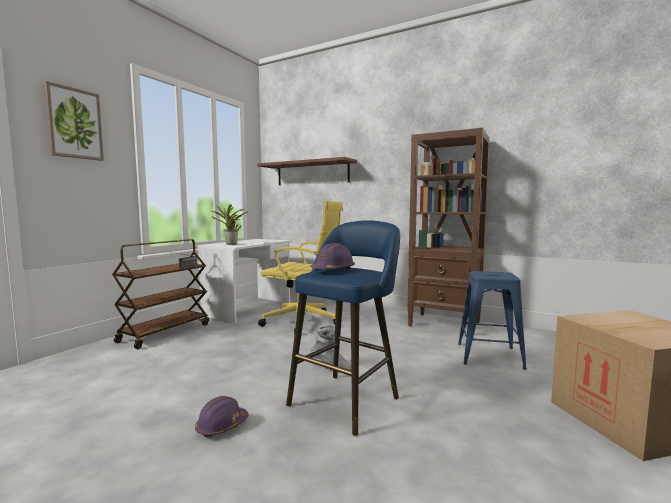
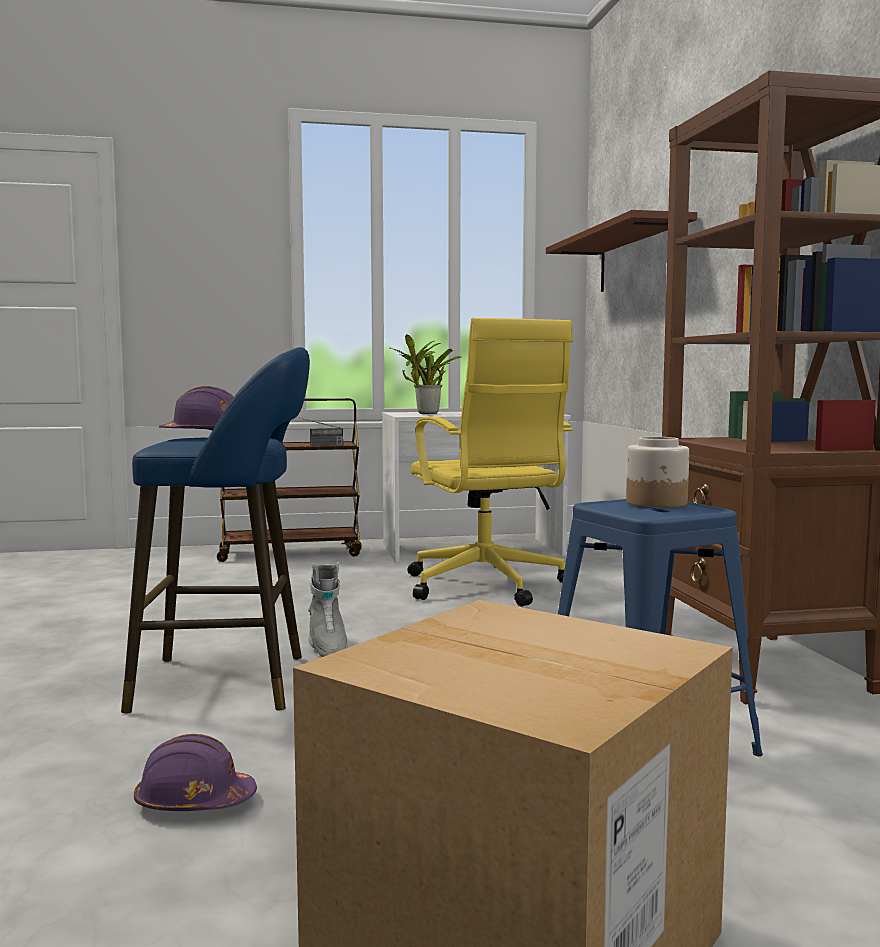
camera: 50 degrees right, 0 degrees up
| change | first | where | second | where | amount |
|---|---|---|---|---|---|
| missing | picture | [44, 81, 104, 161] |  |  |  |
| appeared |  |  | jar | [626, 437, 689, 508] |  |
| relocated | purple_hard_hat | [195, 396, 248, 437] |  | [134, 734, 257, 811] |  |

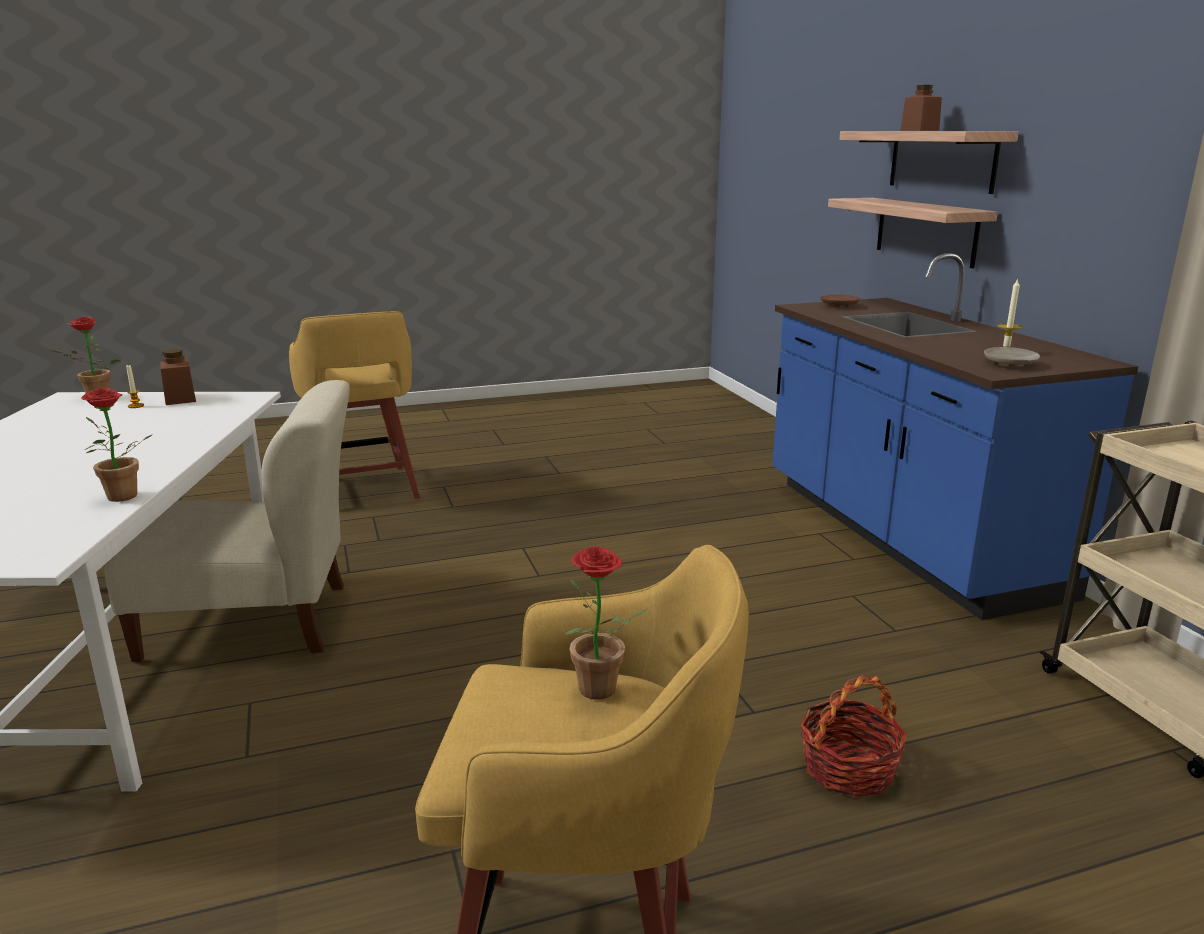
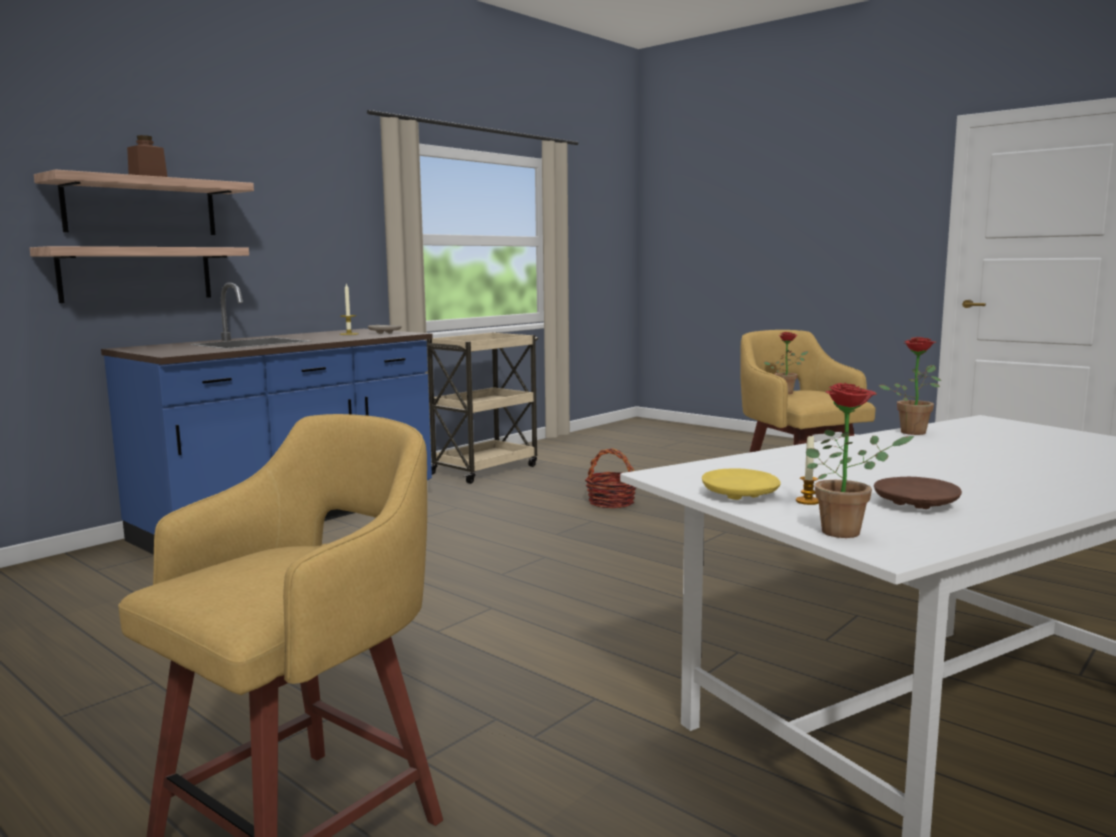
camera: 120 degrees left, 10 degrees down
| change | first | where | second | where | amount |
|---|---|---|---|---|---|
| missing | beige_chair | [104, 380, 350, 662] |  |  |  |
| relocated | brown_plate | [820, 294, 860, 308] |  | [874, 477, 962, 509] |  |
| exchanged | brown_jar | [160, 349, 196, 405] | yellow_plate | [702, 468, 781, 500] |  |

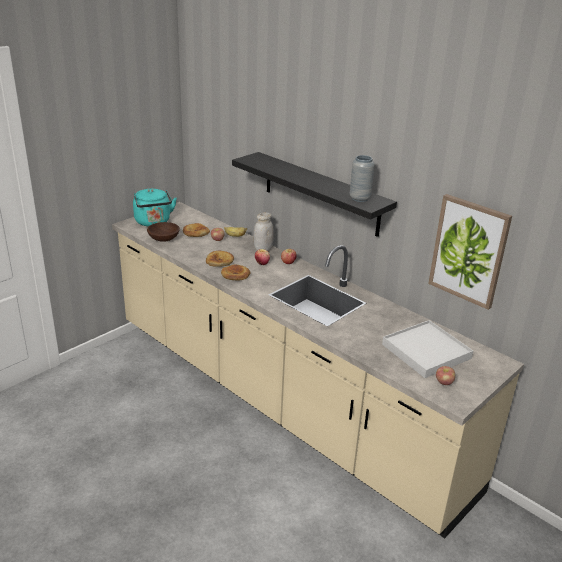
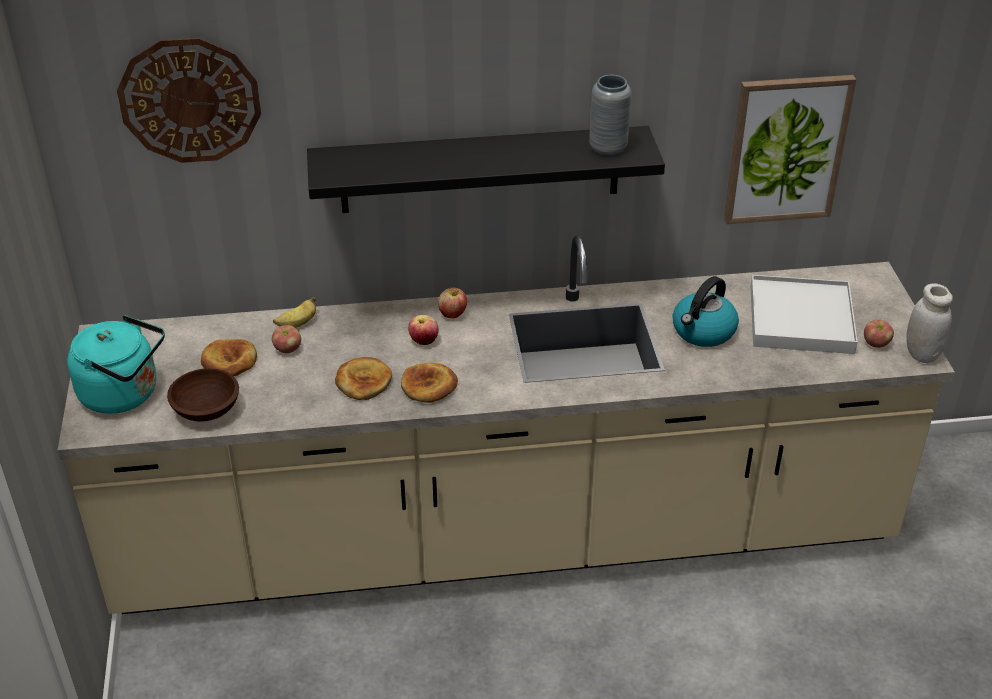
camera: 50 degrees left, 10 degrees up
| change | first | where | second | where | amount |
|---|---|---|---|---|---|
| appeared |  |  | wall_clock | [117, 38, 261, 163] |  |
| appeared |  |  | kettle | [673, 276, 739, 347] |  |
| relocated | white_jar | [254, 212, 274, 251] |  | [906, 284, 953, 363] |  |

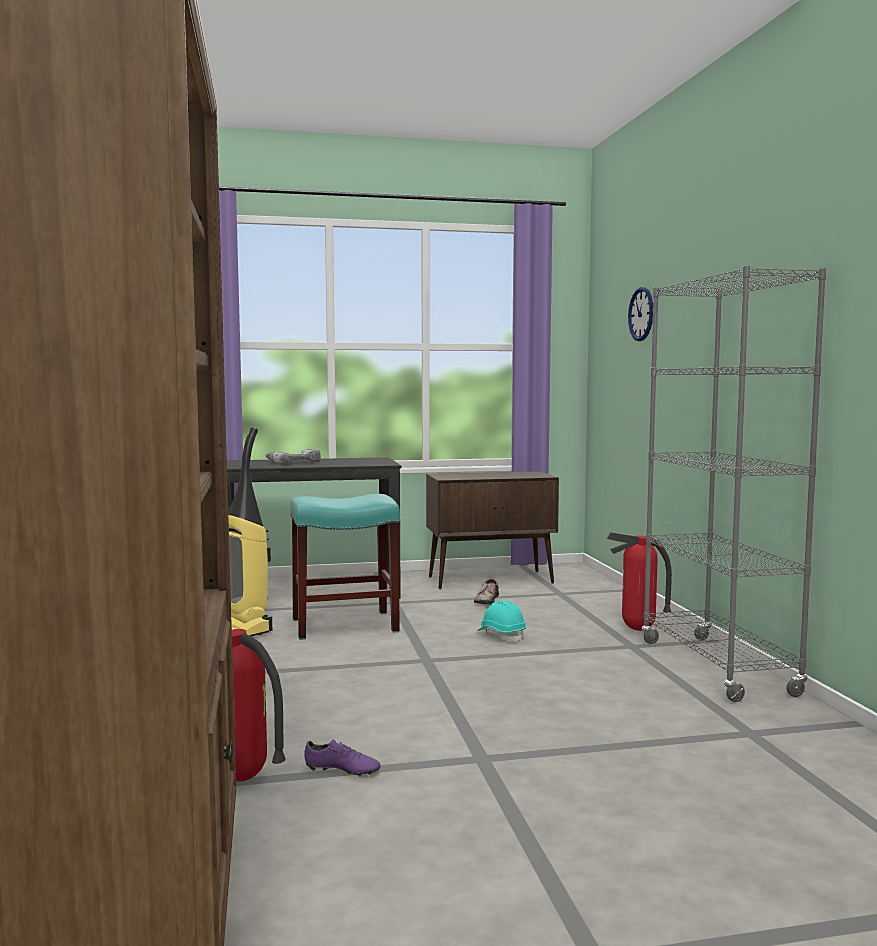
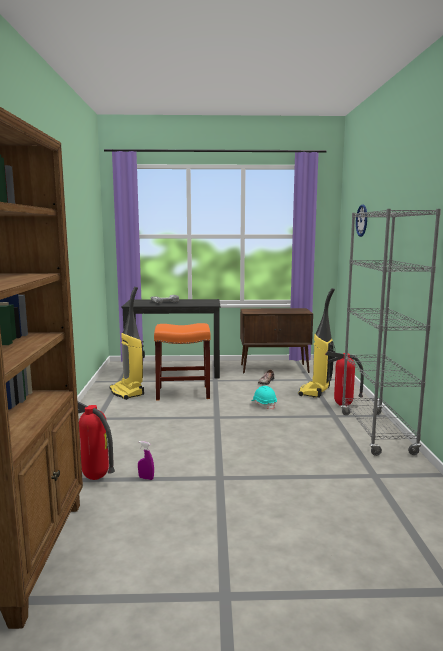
camera: 10 degrees right, 5 degrees up
| change | first | where | second | where | amount |
|---|---|---|---|---|---|
| appeared |  |  | vacuum_cleaner | [298, 288, 336, 398] |  |
| exchanged | purple_shoe | [304, 739, 381, 777] | purple_spray_bottle | [138, 441, 154, 480] |  |
| colour | turquoise_stool | [290, 494, 400, 640] | orange_stool | [154, 323, 211, 400] |  |

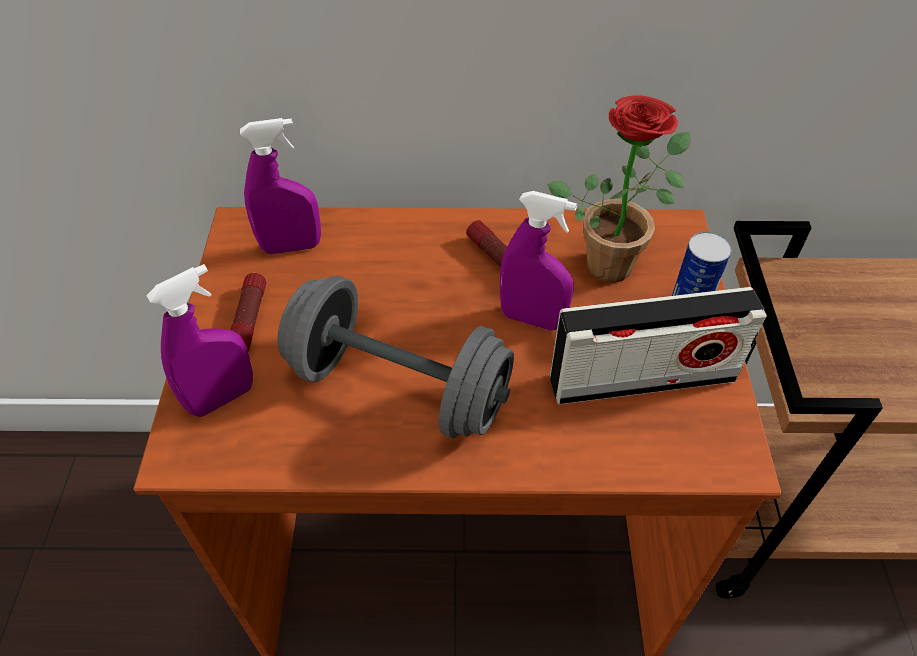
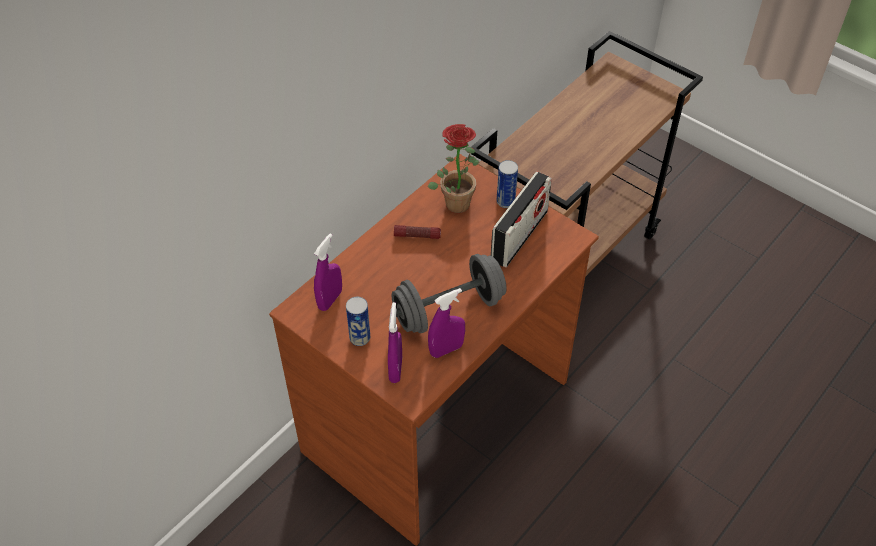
camera: 50 degrees left, 0 degrees up
| change | first | where | second | where | amount |
|---|---|---|---|---|---|
| relocated | purple_spray_bottle | [500, 191, 577, 331] |  | [428, 288, 465, 358] |  |
| exchanged | flashlight | [230, 273, 266, 351] | can | [346, 297, 370, 346] |  |

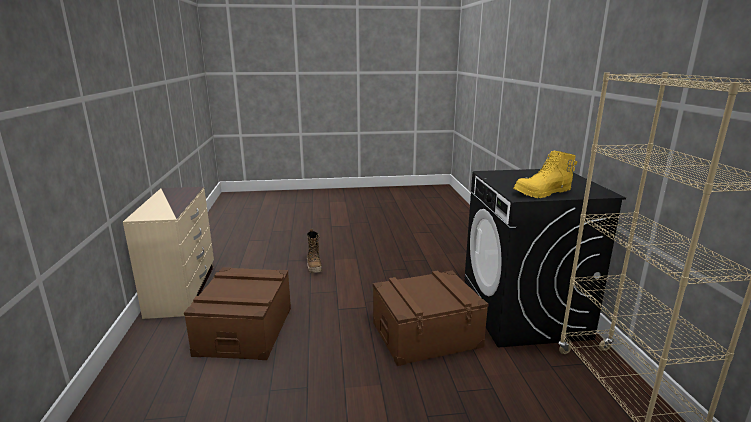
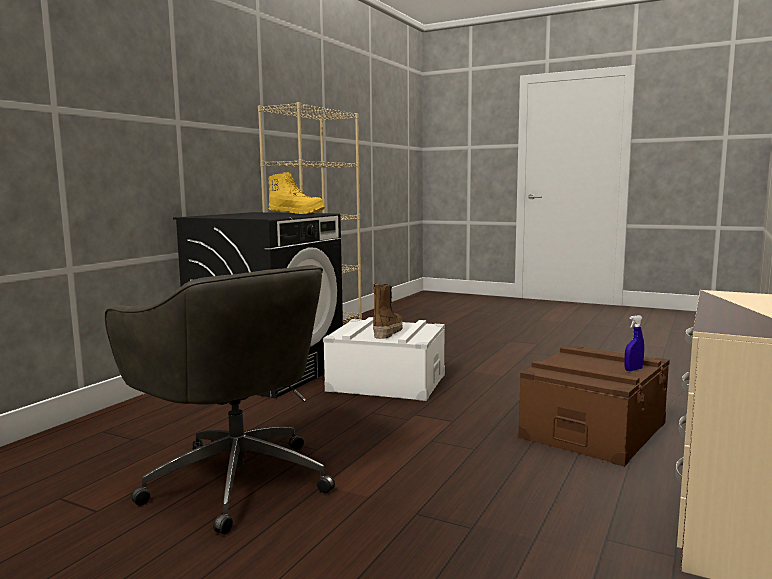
camera: 145 degrees left, 10 degrees down
| change | first | where | second | where | amount |
|---|---|---|---|---|---|
| appeared |  |  | grey_office_chair | [105, 265, 335, 535] |  |
| appeared |  |  | blue_spray_bottle | [624, 315, 644, 371] |  |
| relocated | boot | [307, 229, 322, 273] |  | [373, 284, 403, 339] |  |
| colour | brown_storage_box | [373, 271, 488, 366] | white_storage_box | [323, 317, 445, 401] |  |

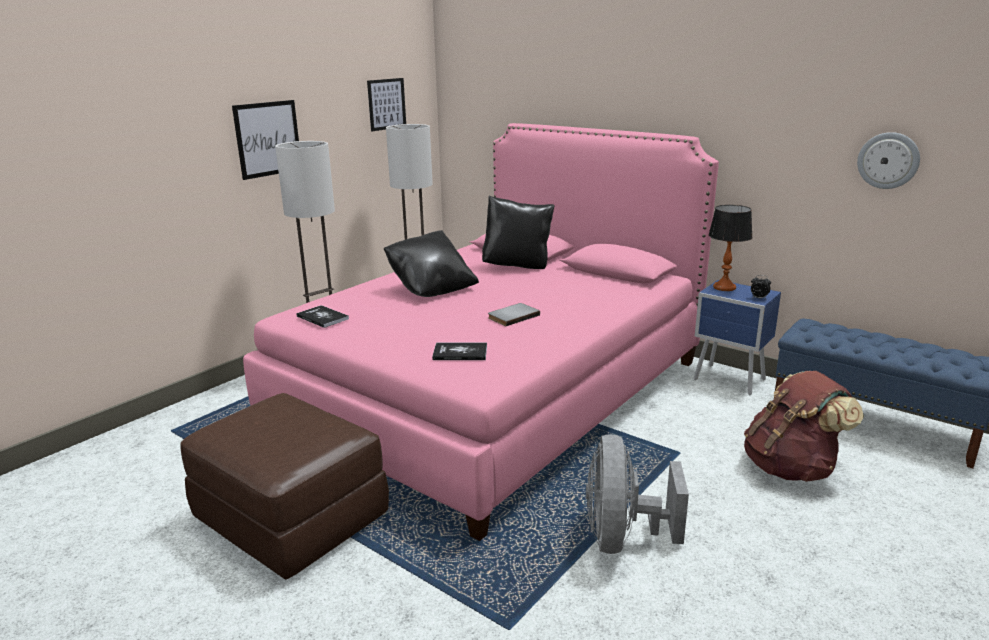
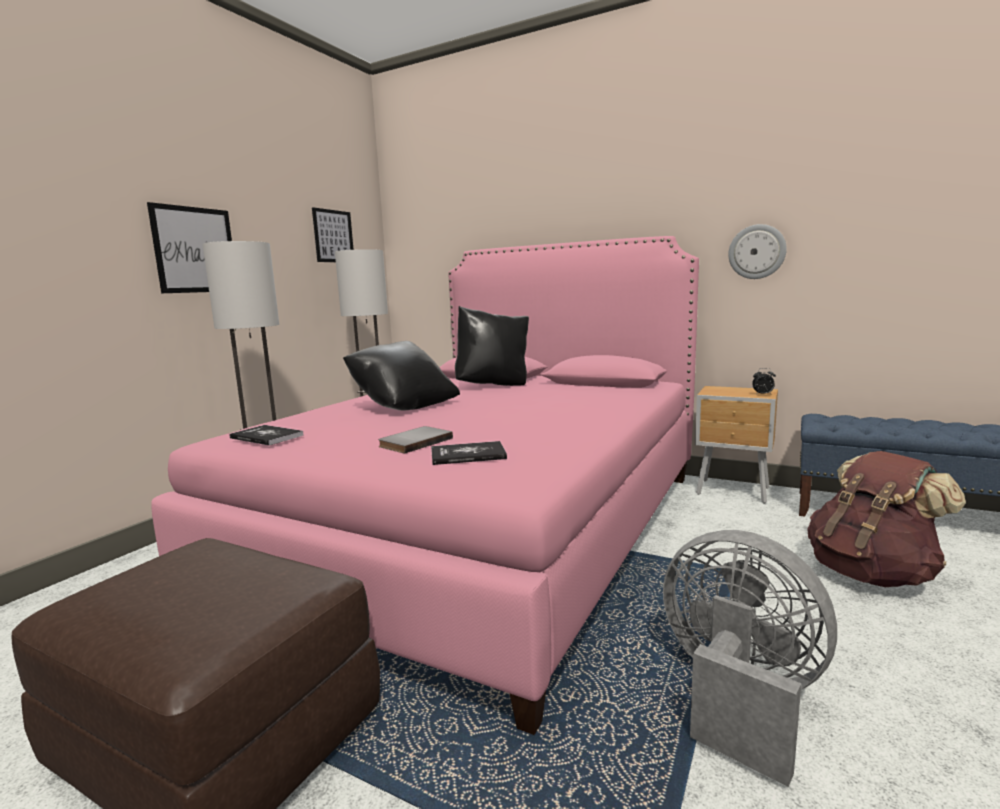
camera: 10 degrees left, 10 degrees down
| change | first | where | second | where | amount |
|---|---|---|---|---|---|
| missing | table_lamp | [708, 205, 753, 291] |  |  |  |
| relocated | grey_book | [488, 303, 540, 326] |  | [378, 426, 453, 454] |  |
| relocated | wall_clock | [857, 132, 920, 189] |  | [728, 224, 787, 279] |  |
| colour | blue_nightstand | [694, 280, 781, 395] | brown_nightstand | [695, 386, 778, 504] |  |
| spun | grey_fan | [586, 434, 689, 554] |  | [663, 530, 837, 787] | 135 degrees clockwise |

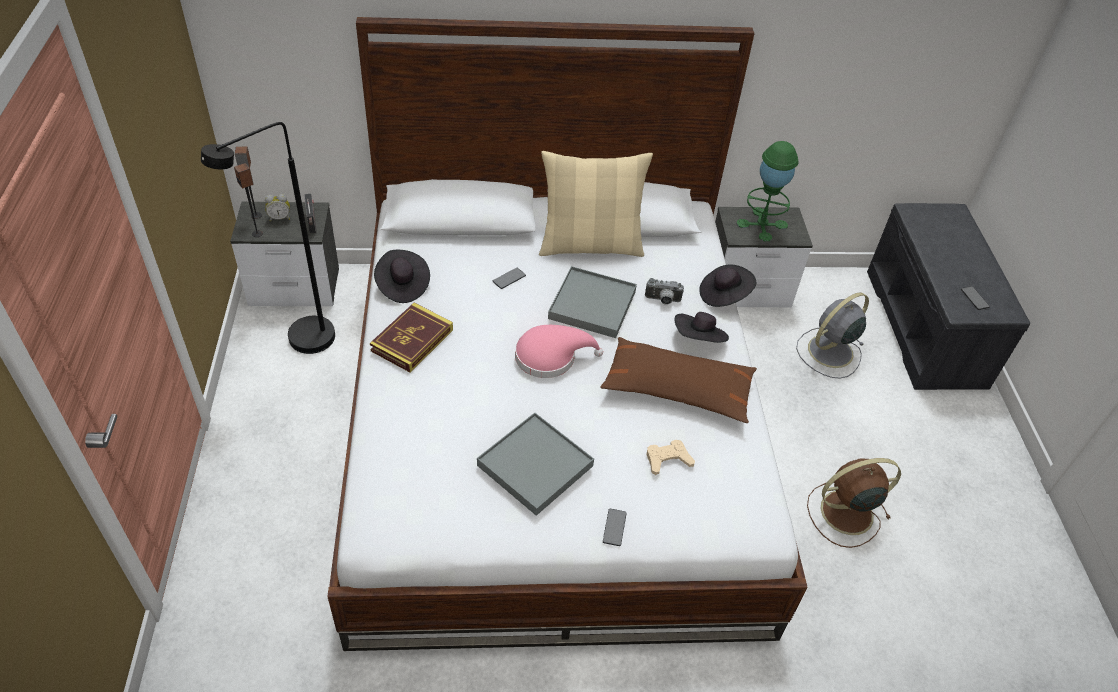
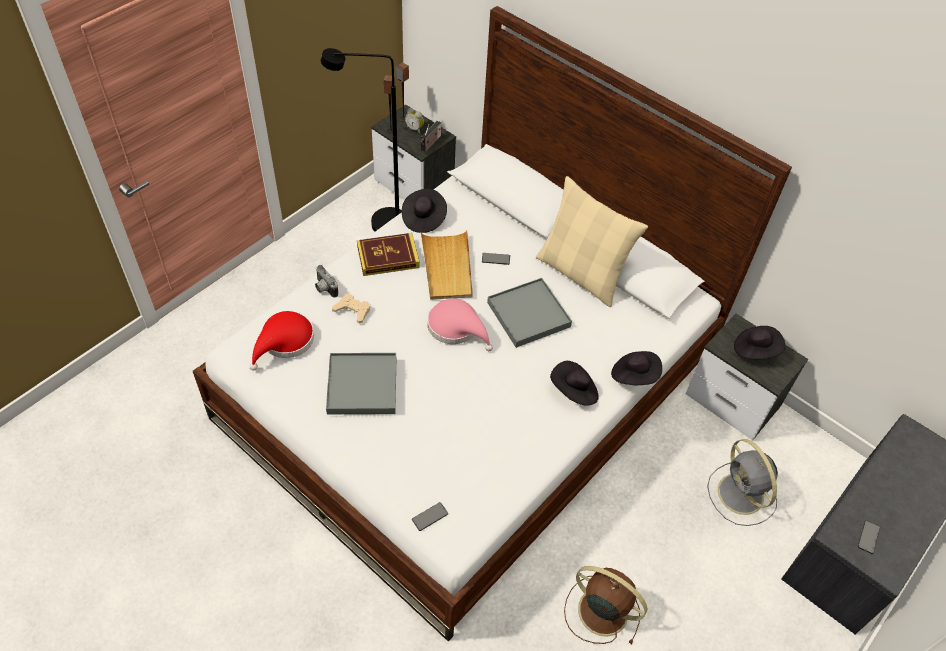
camera: 45 degrees right, 5 degrees up
| change | first | where | second | where | amount |
|---|---|---|---|---|---|
| missing | brown_pillow | [600, 337, 757, 423] |  |  |  |
| appeared |  |  | red_hat | [249, 311, 314, 371] |  |
| appeared |  |  | beige_tray | [421, 230, 472, 300] |  |
| relocated | phone | [603, 509, 627, 546] |  | [412, 502, 448, 531] |  |
| relocated | photo_camera | [645, 278, 684, 305] |  | [315, 265, 338, 297] |  |
| relocated | beige_game_controller | [647, 440, 695, 475] |  | [332, 294, 370, 324] |  |
| exchanged | green_table_lamp | [737, 141, 799, 242] | black_hat | [734, 326, 785, 359] |  |
| spun | grey_fan | [796, 292, 869, 379] |  | [707, 439, 778, 526] | 120 degrees counterclockwise |

